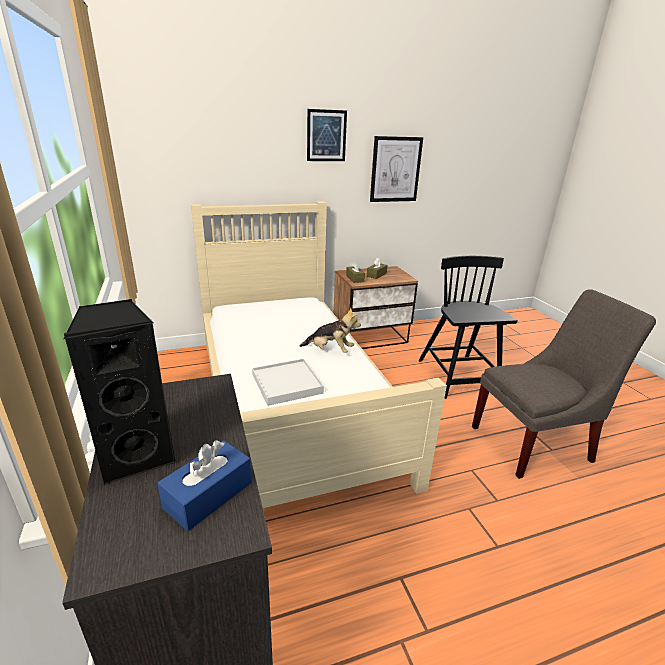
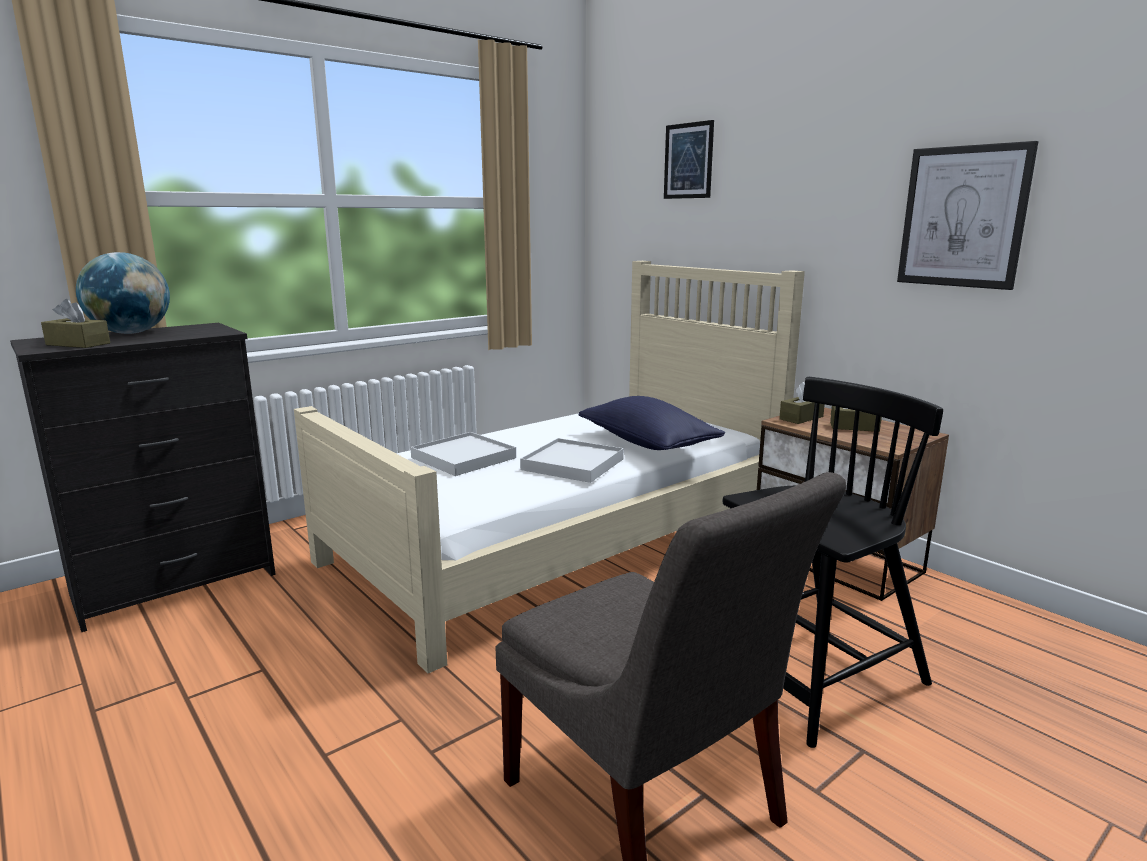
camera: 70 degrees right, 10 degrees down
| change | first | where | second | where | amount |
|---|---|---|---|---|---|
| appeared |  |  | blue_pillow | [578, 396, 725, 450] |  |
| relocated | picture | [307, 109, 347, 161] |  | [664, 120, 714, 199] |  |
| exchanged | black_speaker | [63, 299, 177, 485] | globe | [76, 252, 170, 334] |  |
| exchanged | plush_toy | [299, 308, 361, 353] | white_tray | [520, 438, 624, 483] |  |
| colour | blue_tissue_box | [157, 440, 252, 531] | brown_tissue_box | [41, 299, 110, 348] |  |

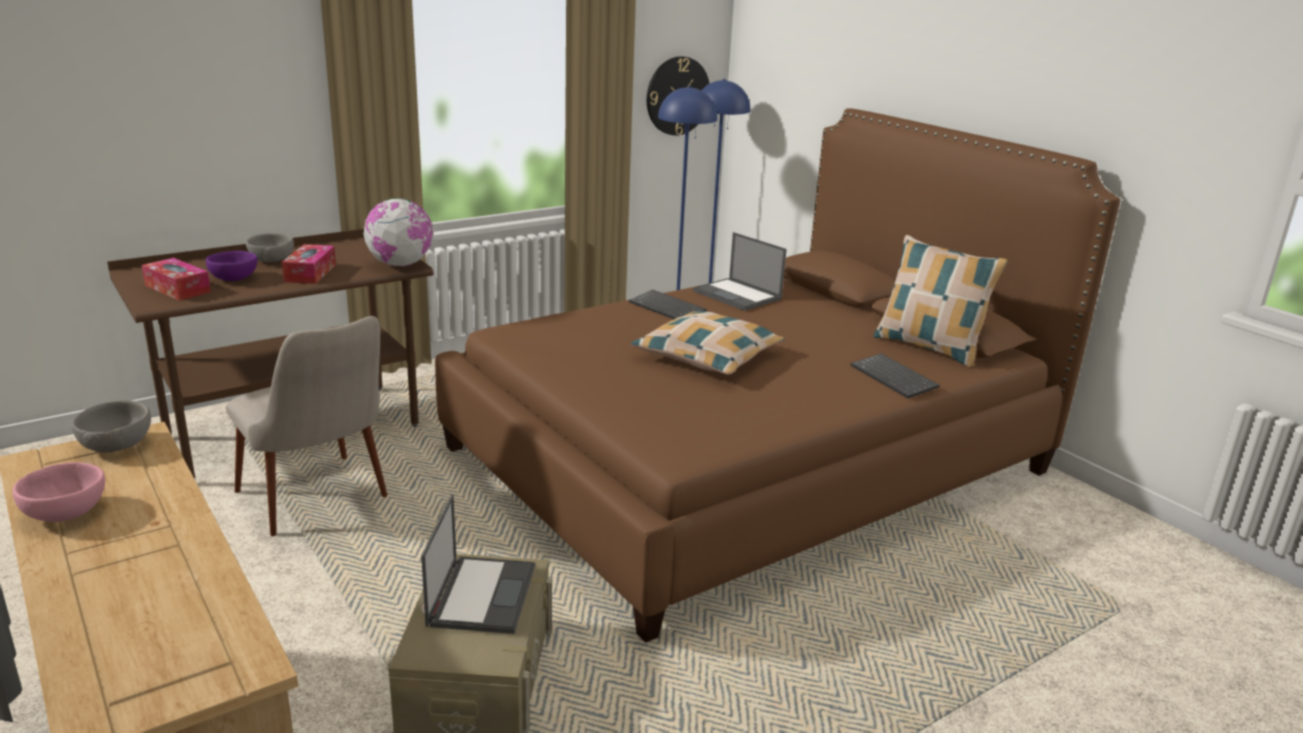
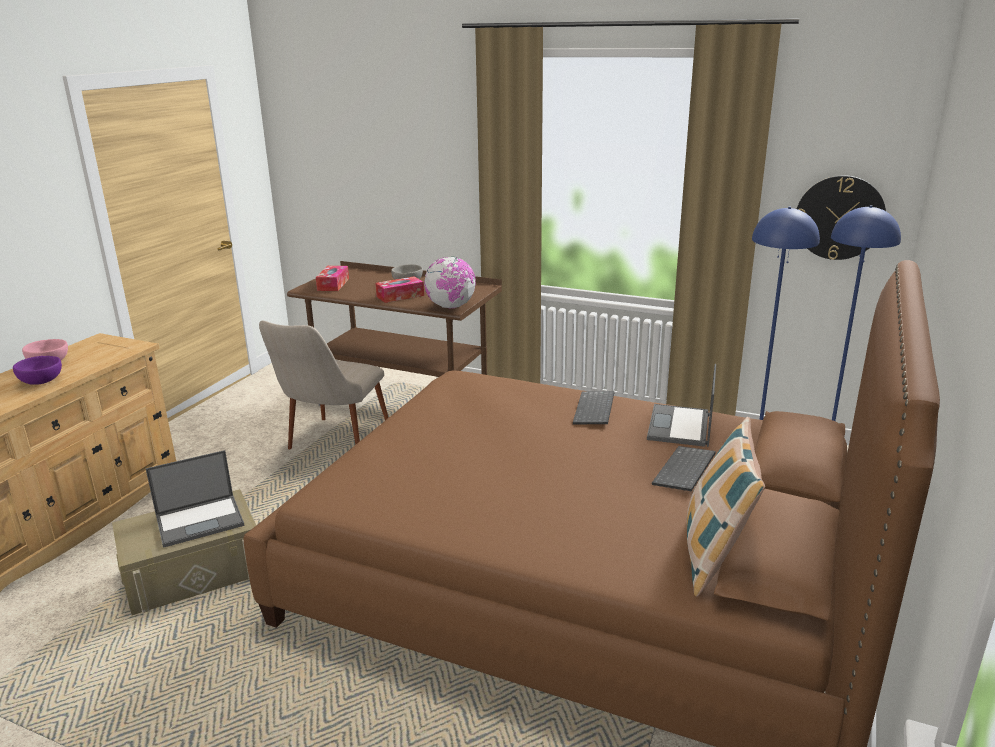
camera: 60 degrees right, 0 degrees up
| change | first | where | second | where | amount |
|---|---|---|---|---|---|
| missing | grey_bowl | [71, 400, 151, 453] |  |  |  |
| missing | pillow | [631, 311, 785, 375] |  |  |  |
| relocated | purple_bowl | [206, 251, 258, 281] |  | [13, 356, 62, 385] |  |
| relocated | keyboard | [850, 353, 940, 398] |  | [652, 446, 716, 491] |  |

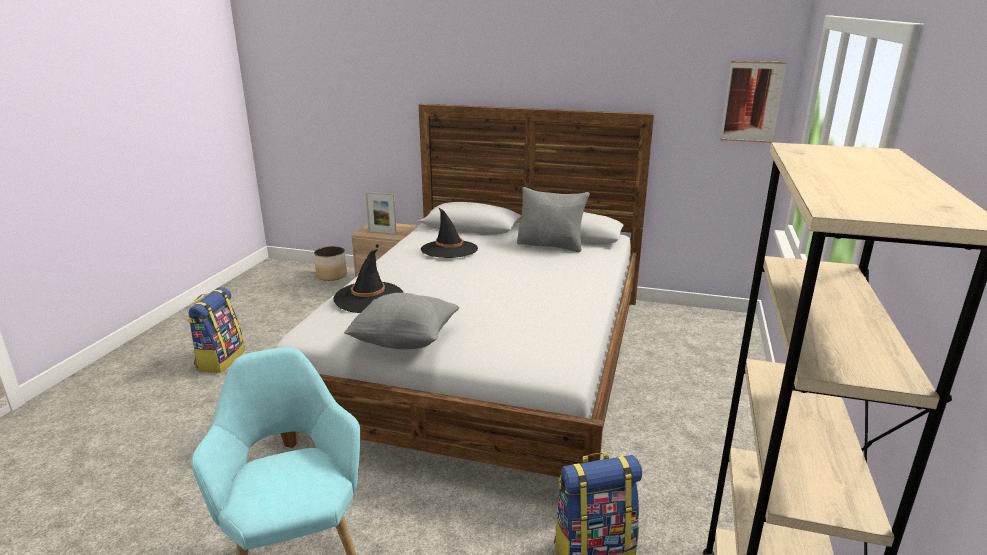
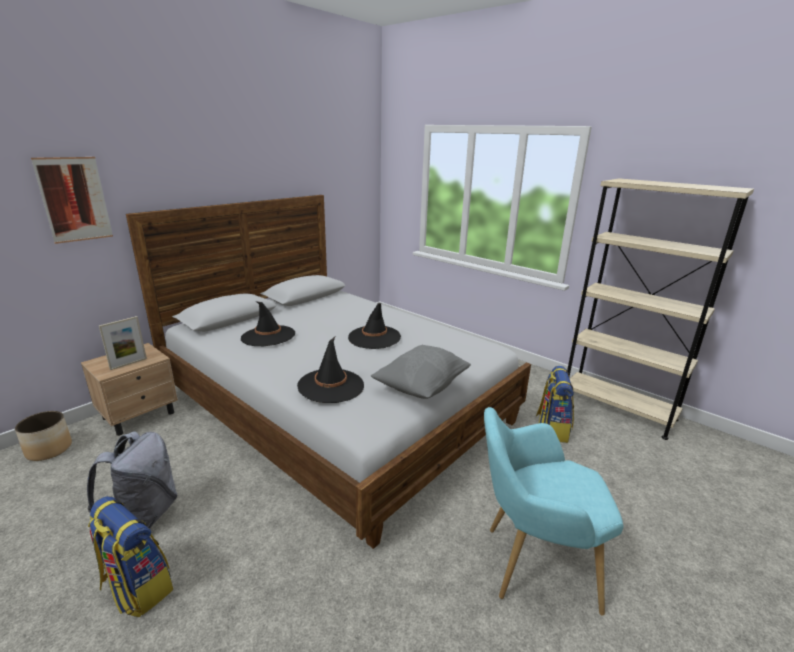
camera: 65 degrees left, 0 degrees up
| change | first | where | second | where | amount |
|---|---|---|---|---|---|
| missing | grey_pillow | [517, 187, 590, 252] |  |  |  |
| appeared |  |  | grey_backpack | [87, 431, 178, 529] |  |
| appeared |  |  | black_hat | [348, 303, 401, 349] |  |
| relocated | picture | [720, 61, 787, 143] |  | [31, 157, 113, 244] |  |

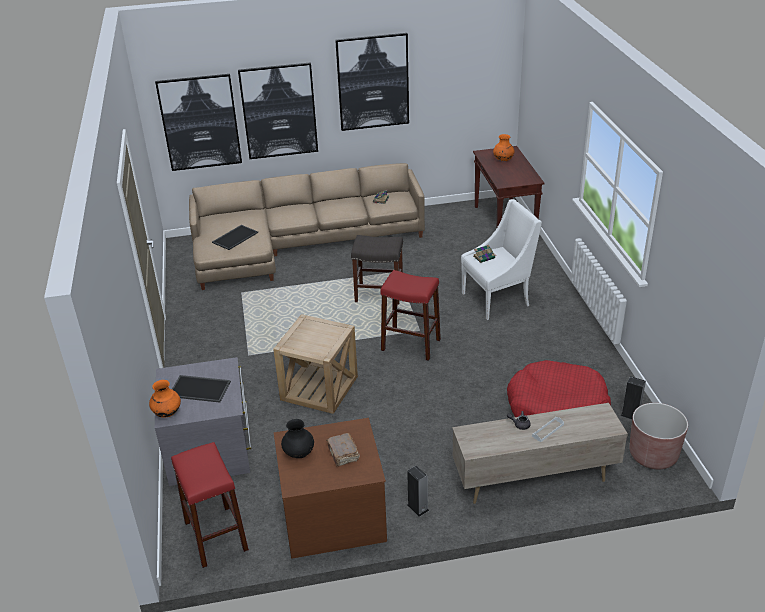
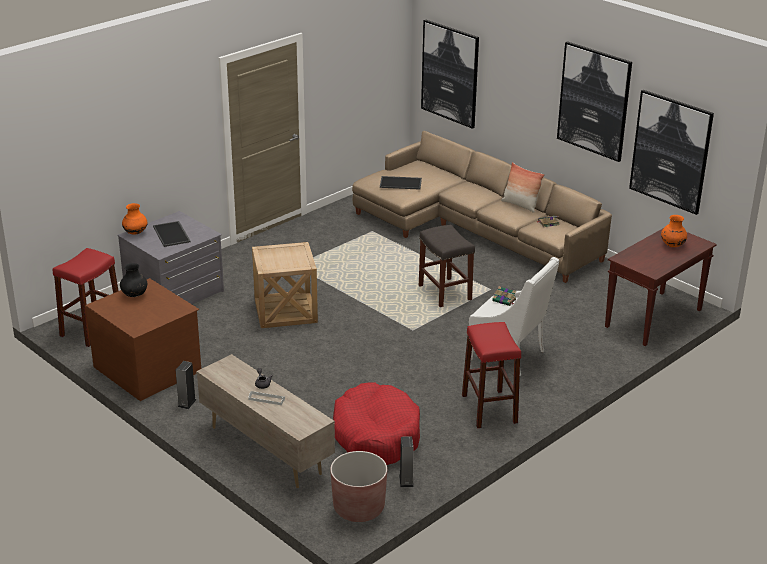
camera: 55 degrees right, 5 degrees down
| change | first | where | second | where | amount |
|---|---|---|---|---|---|
| missing | brown_book | [326, 433, 360, 466] |  |  |  |
| appeared |  |  | pillow | [501, 162, 545, 213] |  |
| relocated | picture | [238, 62, 318, 159] |  | [629, 90, 714, 215] |  |
| relocated | red_stool | [380, 270, 441, 361] |  | [462, 322, 521, 428] |  |

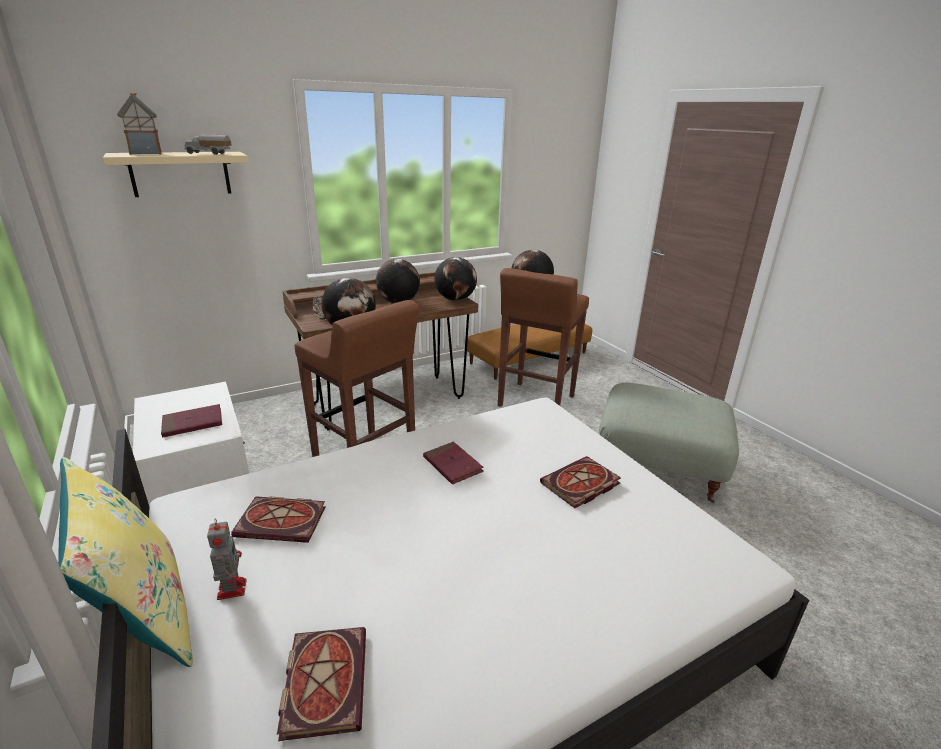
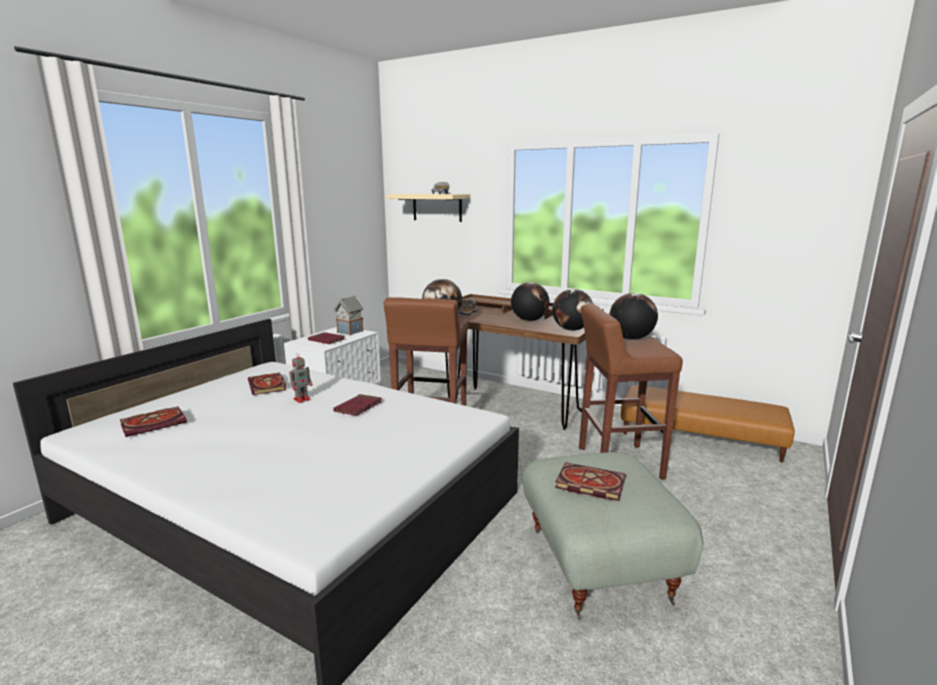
camera: 60 degrees right, 10 degrees down
| change | first | where | second | where | amount |
|---|---|---|---|---|---|
| missing | yellow_pillow | [58, 457, 193, 667] |  |  |  |
| relocated | toy_house | [117, 93, 162, 155] |  | [334, 295, 363, 336] |  |
| relocated | toy_robot | [207, 518, 247, 600] |  | [289, 353, 312, 403] |  |
| relocated | book | [540, 456, 621, 508] |  | [555, 462, 626, 501] |  |

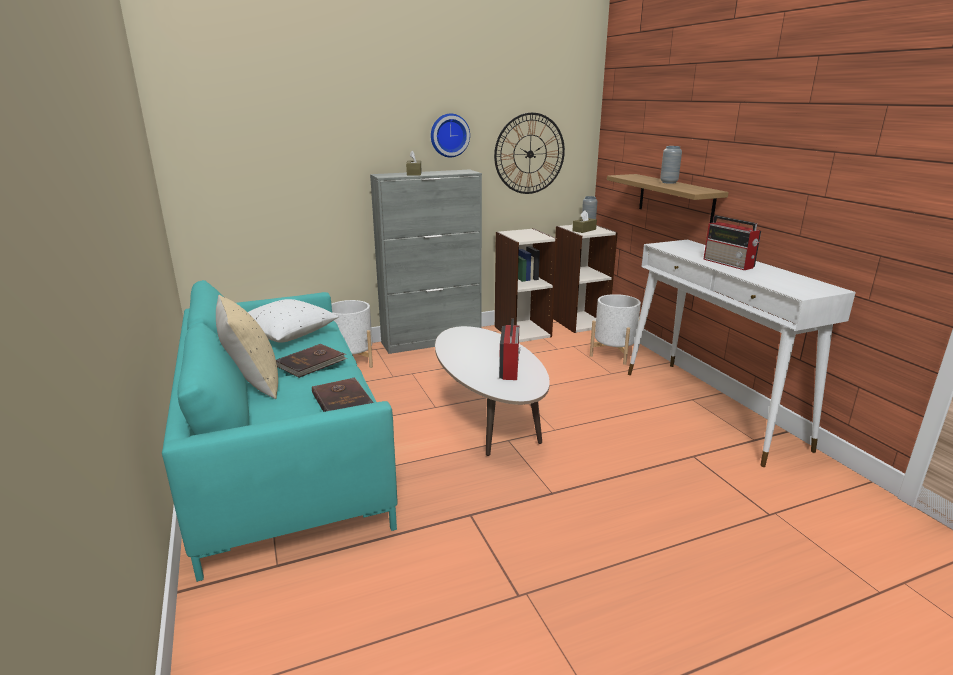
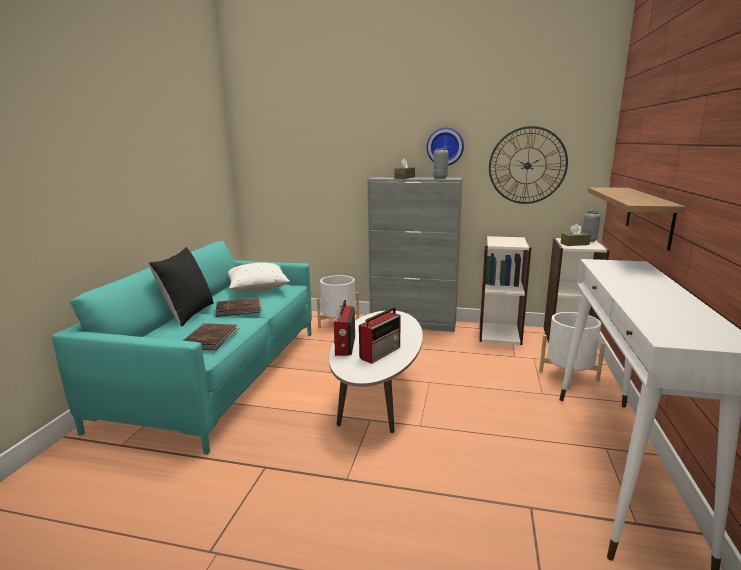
camera: 35 degrees right, 5 degrees down
| change | first | where | second | where | amount |
|---|---|---|---|---|---|
| relocated | grey_vase | [660, 146, 682, 184] |  | [433, 148, 448, 179] |  |
| relocated | radio | [703, 215, 761, 270] |  | [334, 300, 355, 356] |  |
| colour | beige_pillow | [216, 295, 278, 399] | black_pillow | [149, 247, 214, 327] |  |

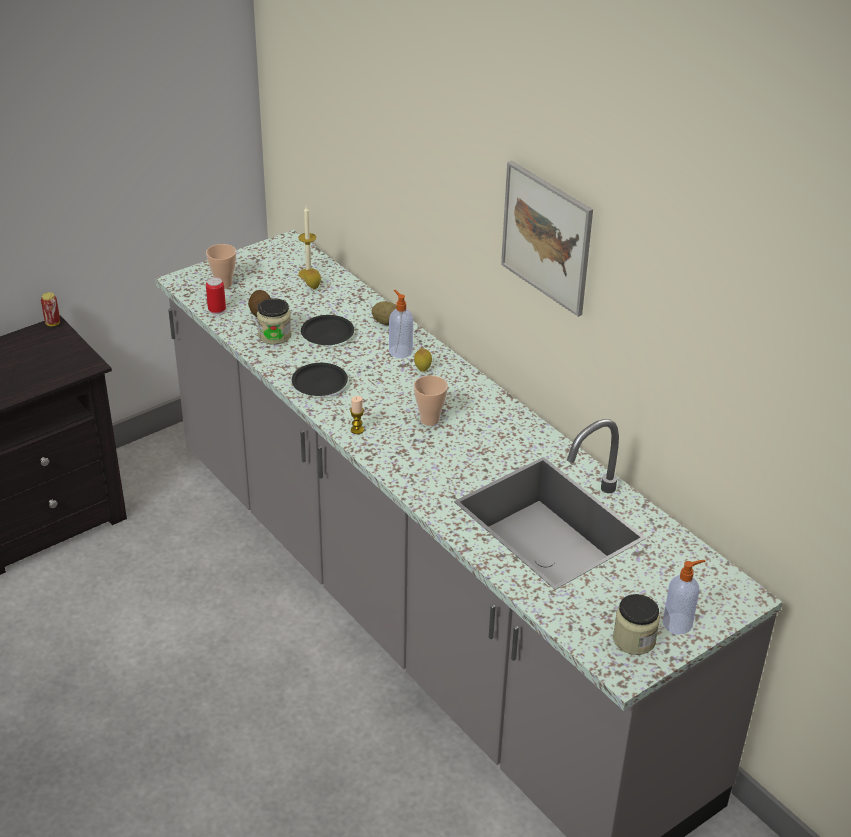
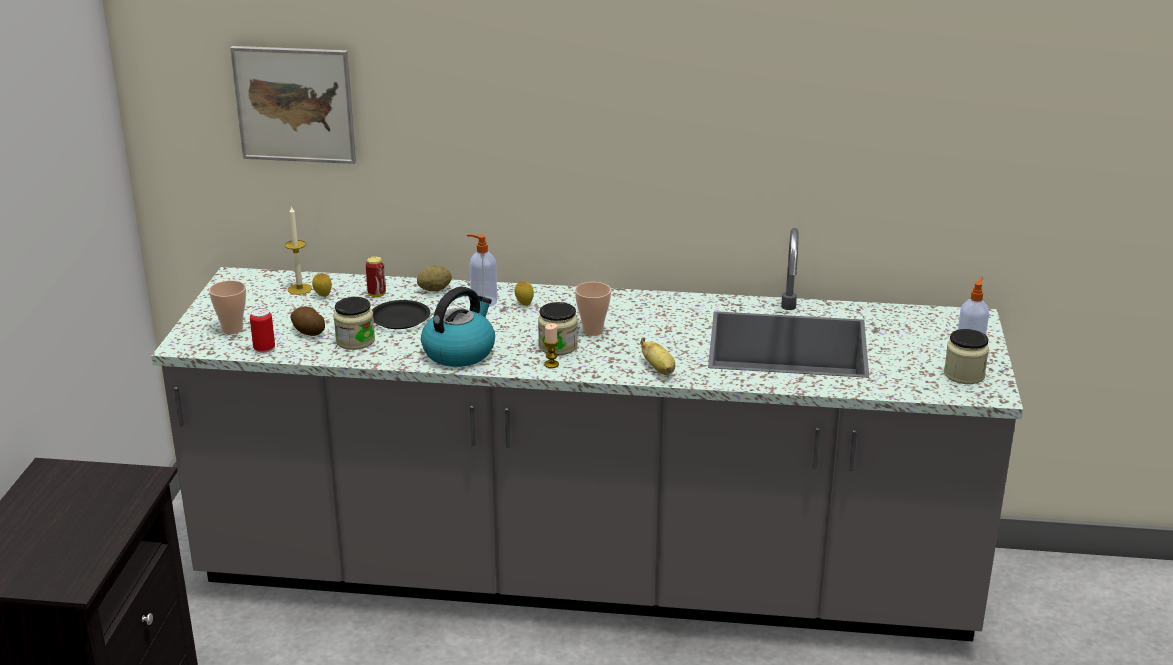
camera: 45 degrees left, 10 degrees down
| change | first | where | second | where | amount |
|---|---|---|---|---|---|
| appeared |  |  | jar | [538, 302, 578, 355] |  |
| appeared |  |  | banana | [640, 338, 675, 375] |  |
| relocated | can | [41, 292, 60, 326] |  | [365, 256, 386, 297] |  |
| relocated | picture | [501, 160, 593, 317] |  | [230, 46, 356, 164] |  |
| exchanged | black_plate | [292, 363, 348, 396] | kettle | [421, 287, 495, 367] |  |

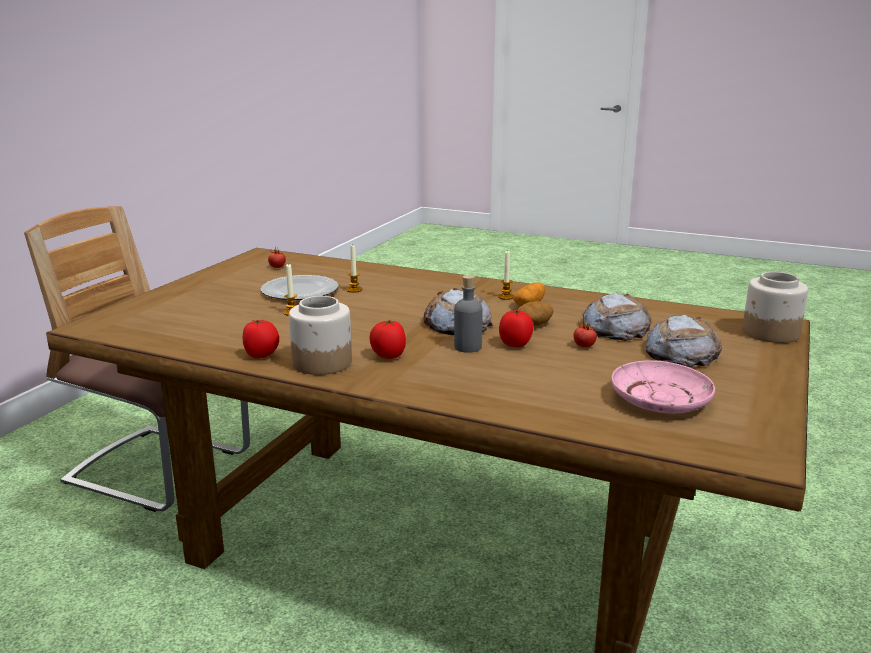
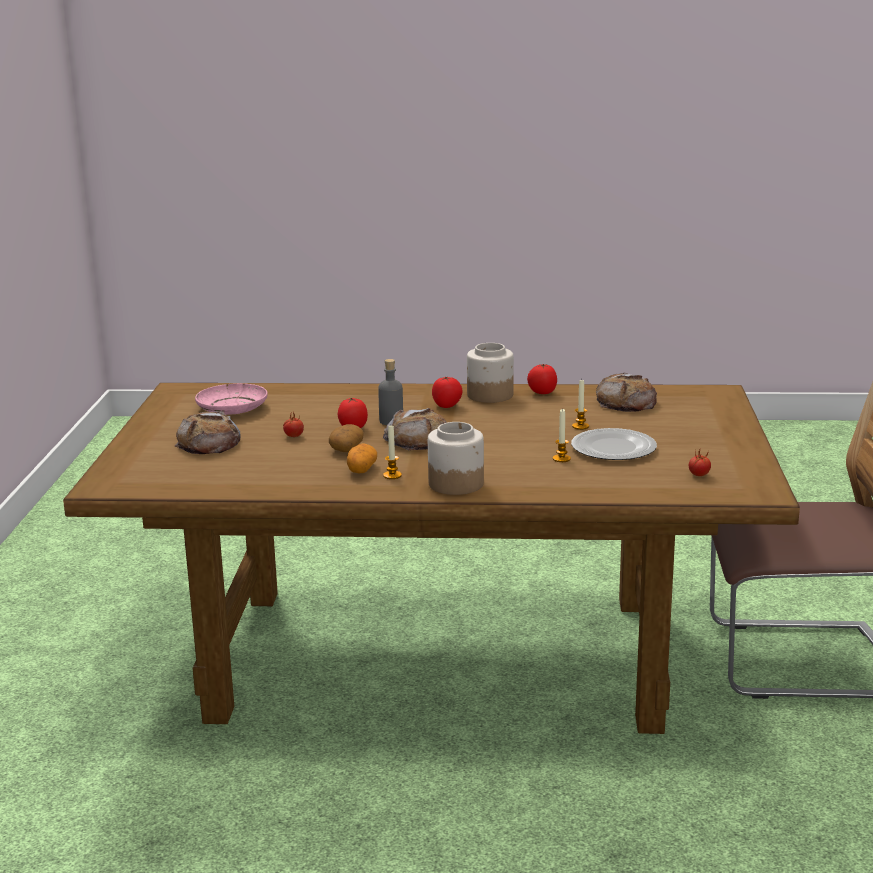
camera: 160 degrees right, 0 degrees up
| change | first | where | second | where | amount |
|---|---|---|---|---|---|
| relocated | bread | [582, 292, 652, 341] |  | [596, 373, 657, 412] |  |
| relocated | jar | [742, 272, 808, 343] |  | [428, 422, 484, 495] |  |

